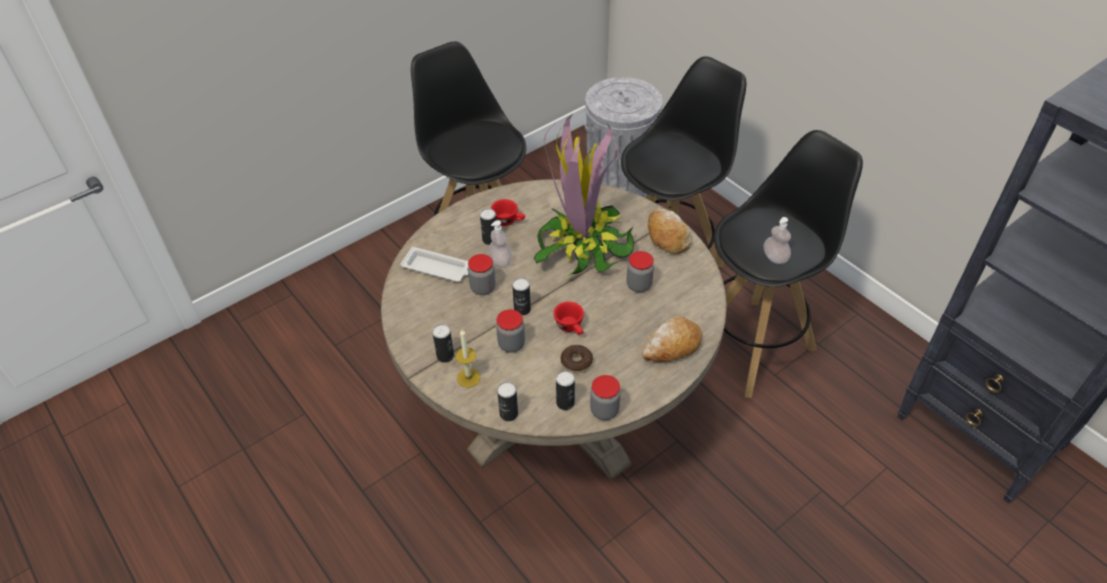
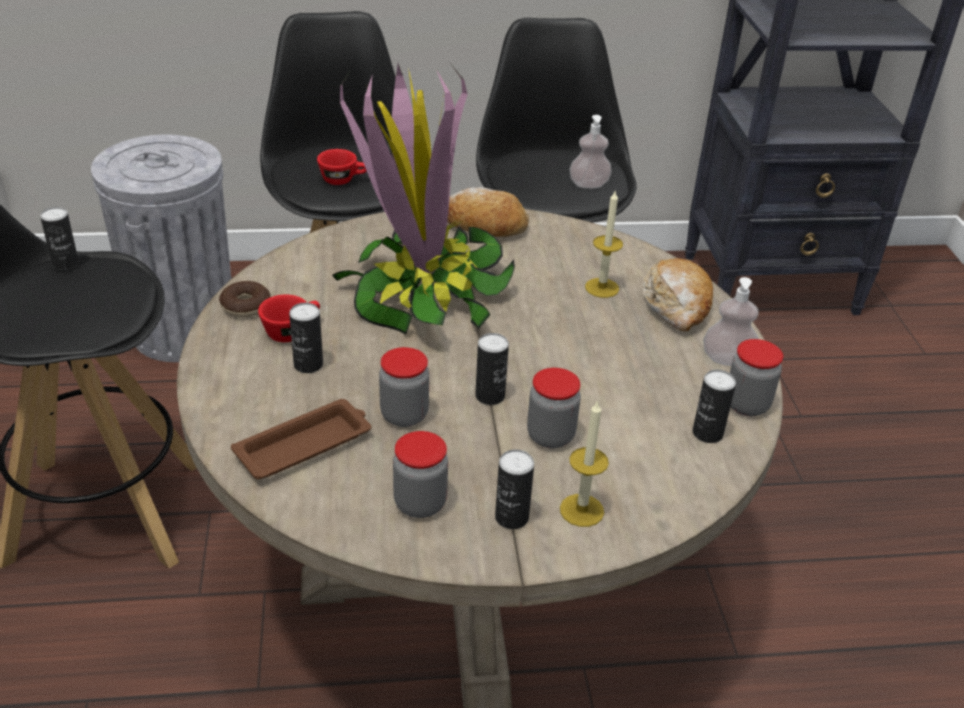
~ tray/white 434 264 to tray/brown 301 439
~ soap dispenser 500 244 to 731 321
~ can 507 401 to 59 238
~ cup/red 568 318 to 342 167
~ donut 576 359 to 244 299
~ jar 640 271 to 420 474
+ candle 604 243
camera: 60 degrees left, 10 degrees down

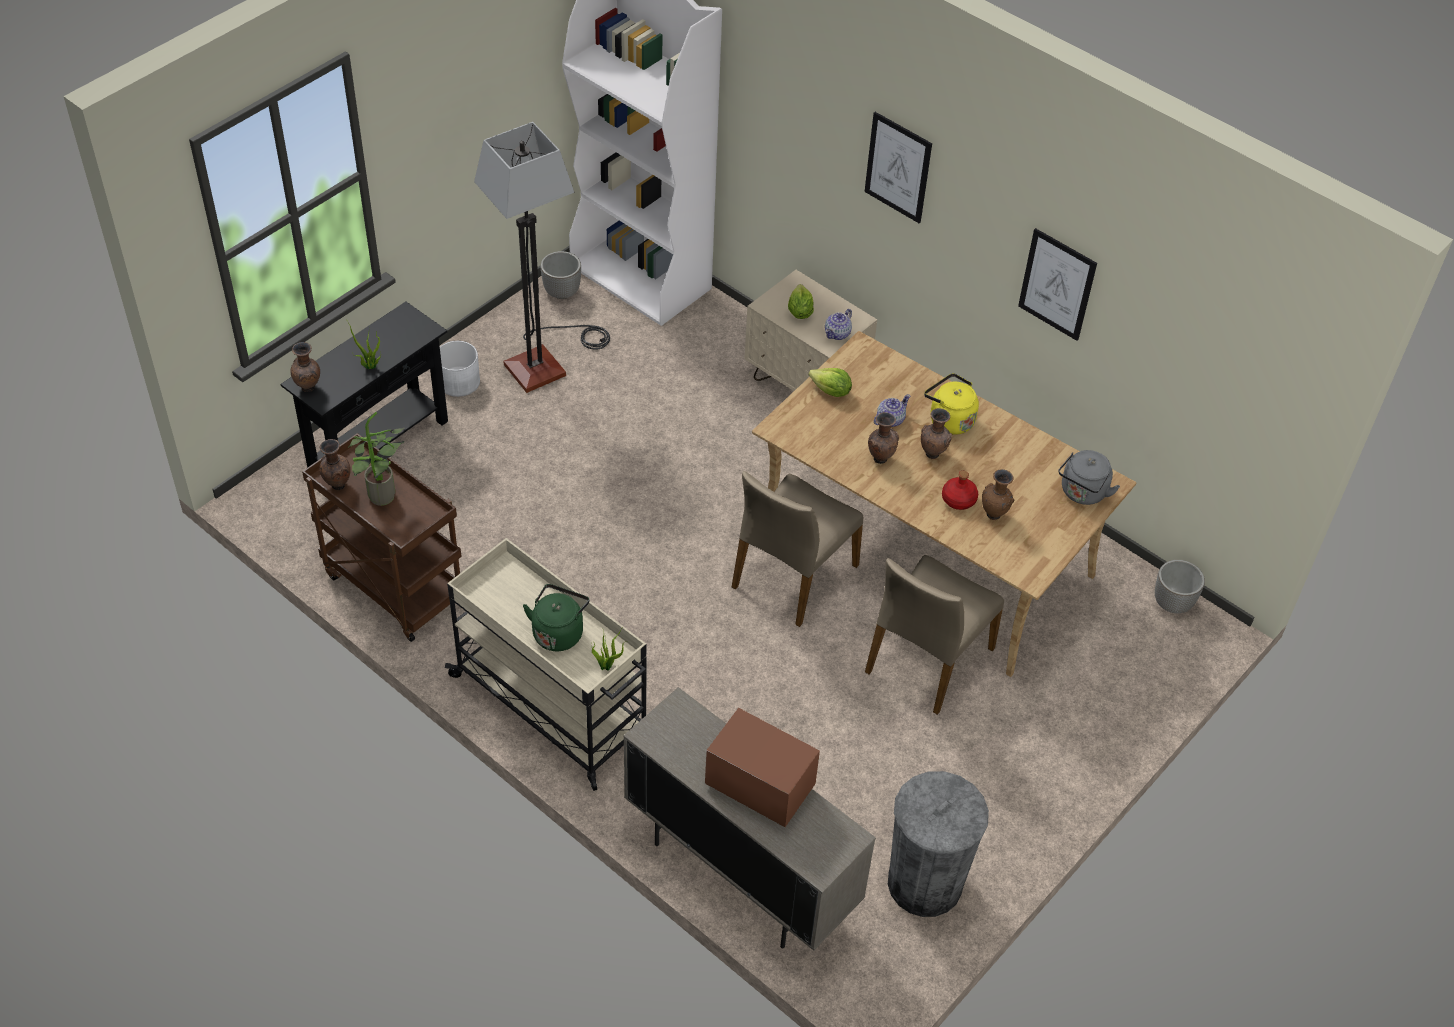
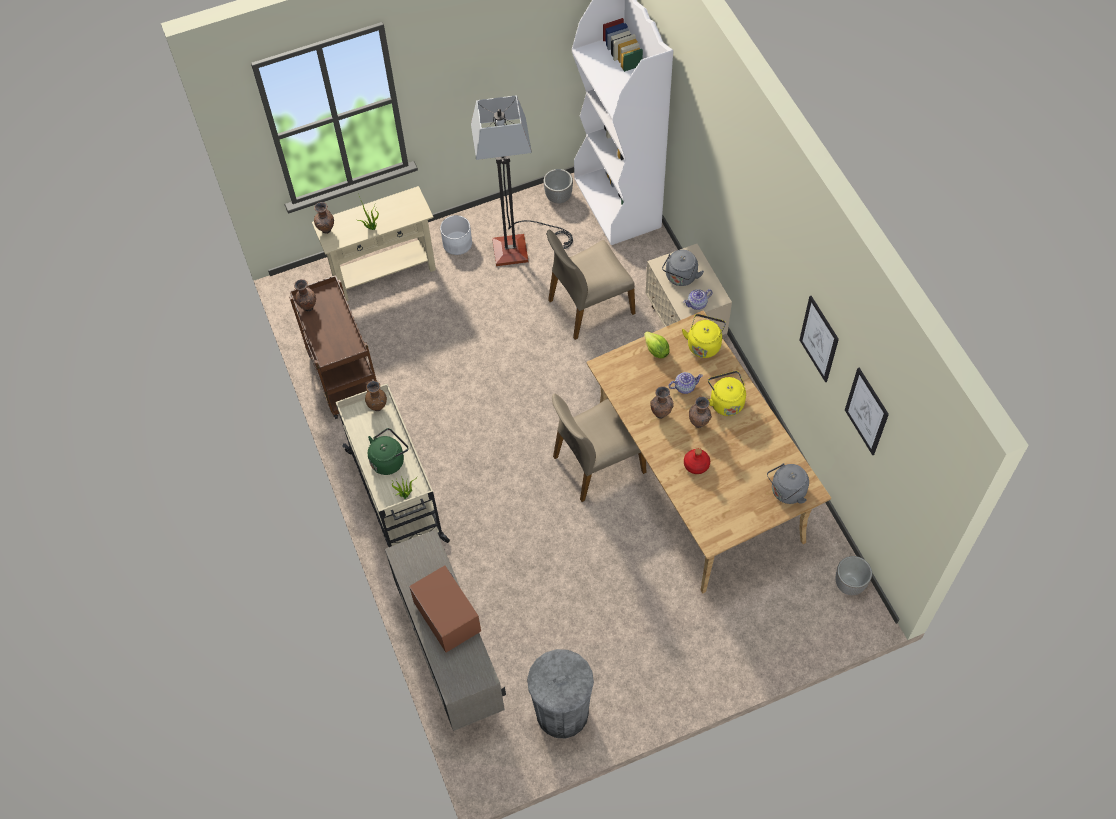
~ console table/black 364 384 to console table/beige 374 243
- potted plant 376 459
~ lettuce 801 301 to kettle/grey 683 268
~ picture 898 167 to 867 411
~ chair/beige 934 635 to 591 285
~ vase/brown 998 494 to 376 396
+ kettle/yellow 704 336
camera: 30 degrees right, 10 degrees up

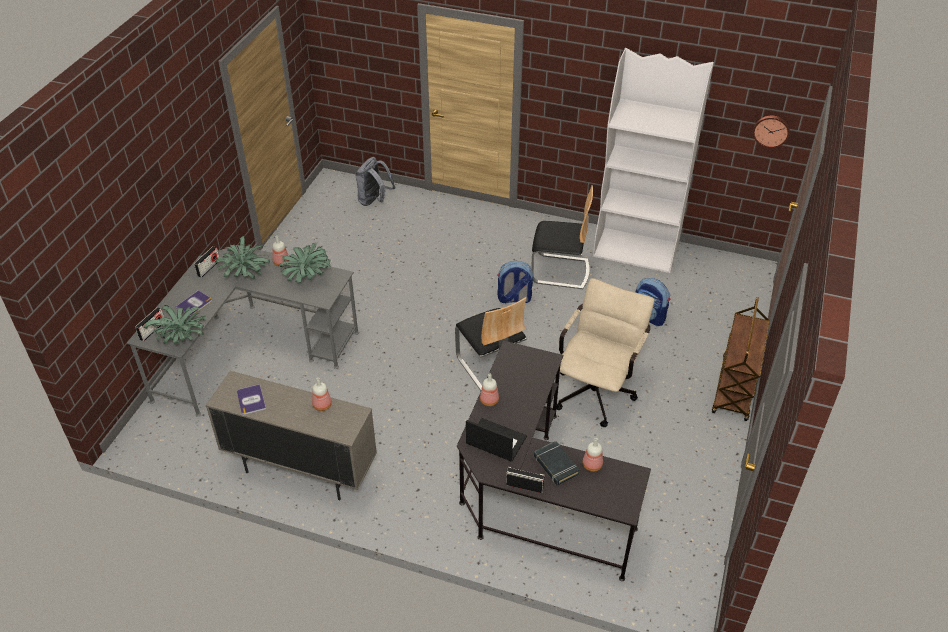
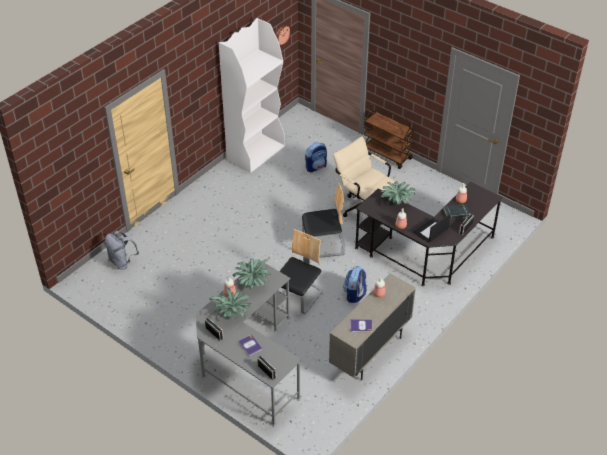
~ potted plant 175 324 to 397 193
~ backpack 515 282 to 354 284
~ chair 562 237 to 301 271
camera: 70 degrees left, 0 degrees up

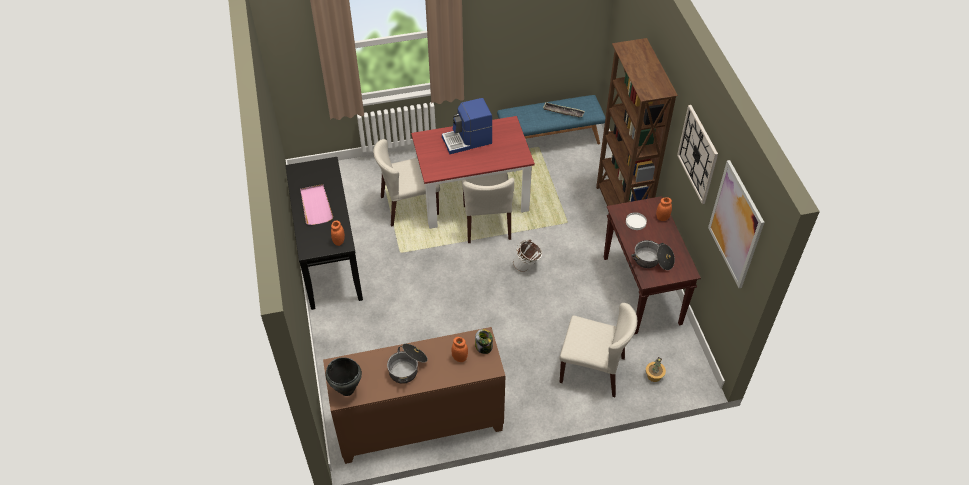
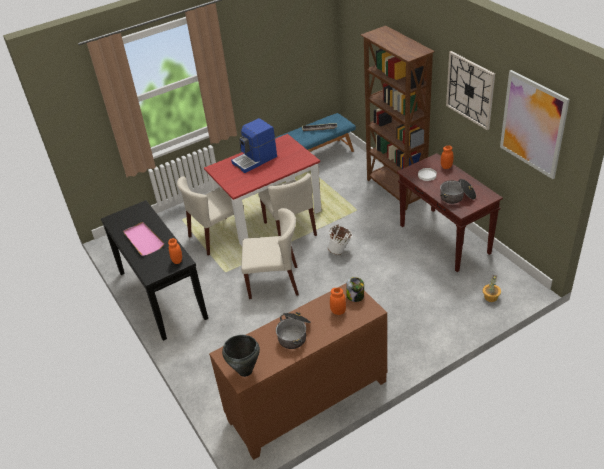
~ chair/beige 598 350 to 270 253
camera: 15 degrees left, 10 degrees down

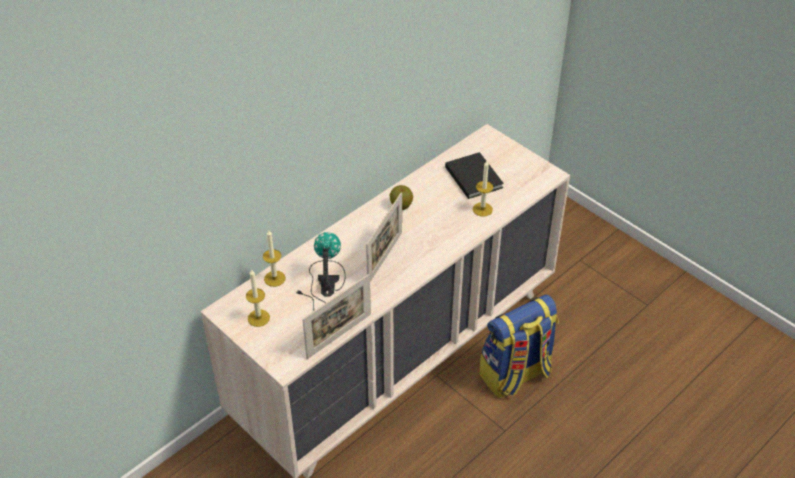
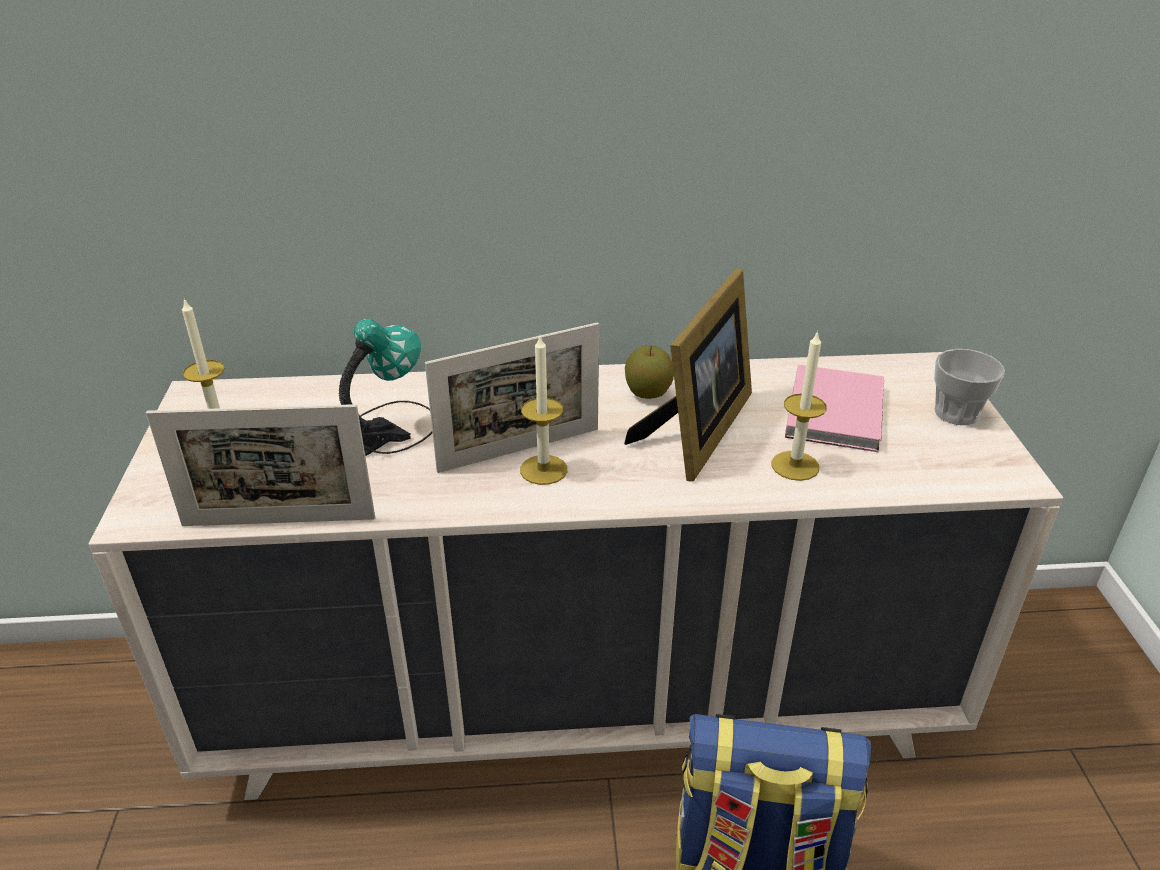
~ candle 274 258 to 543 410
~ book/black 474 175 to book/pink 834 408
+ picture frame 688 375
+ cup 969 387
camera: 40 degrees right, 10 degrees down

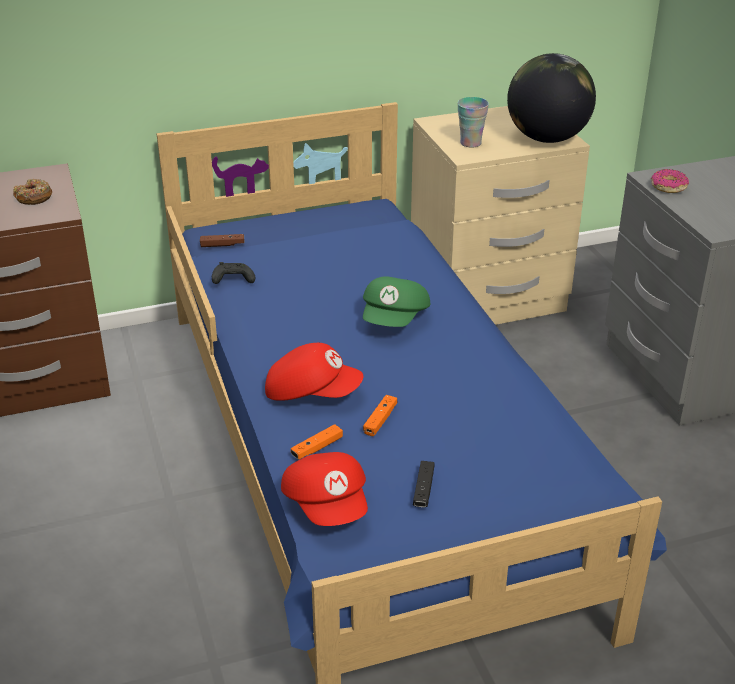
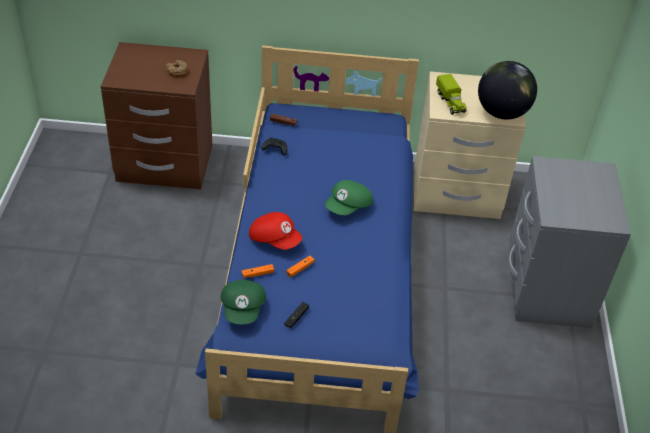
~ cap/red 324 489 to cap/green 243 302
~ cup 473 122 to toy truck 451 94
- donut 670 181
camera: 20 degrees right, 10 degrees up

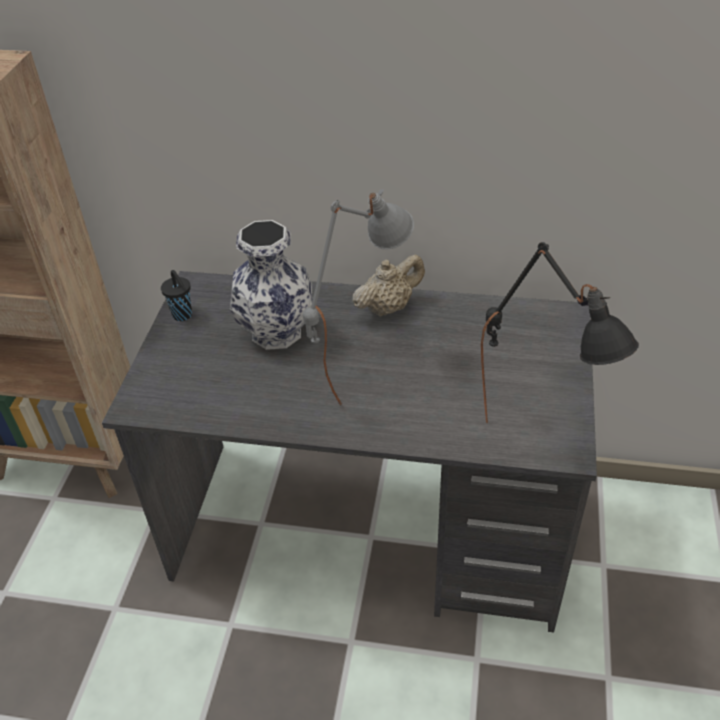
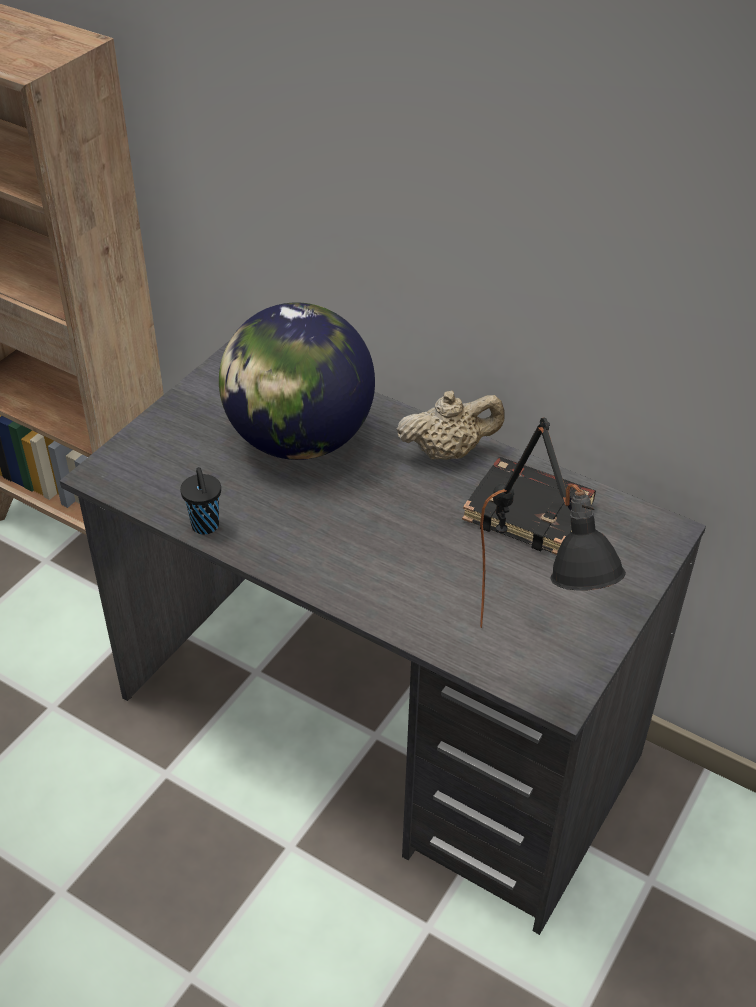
~ cup/black 176 295 to 200 500
~ vase 271 285 to globe 297 381
- table lamp/grey 358 297
+ book/black 529 506
camera: 20 degrees right, 0 degrees up

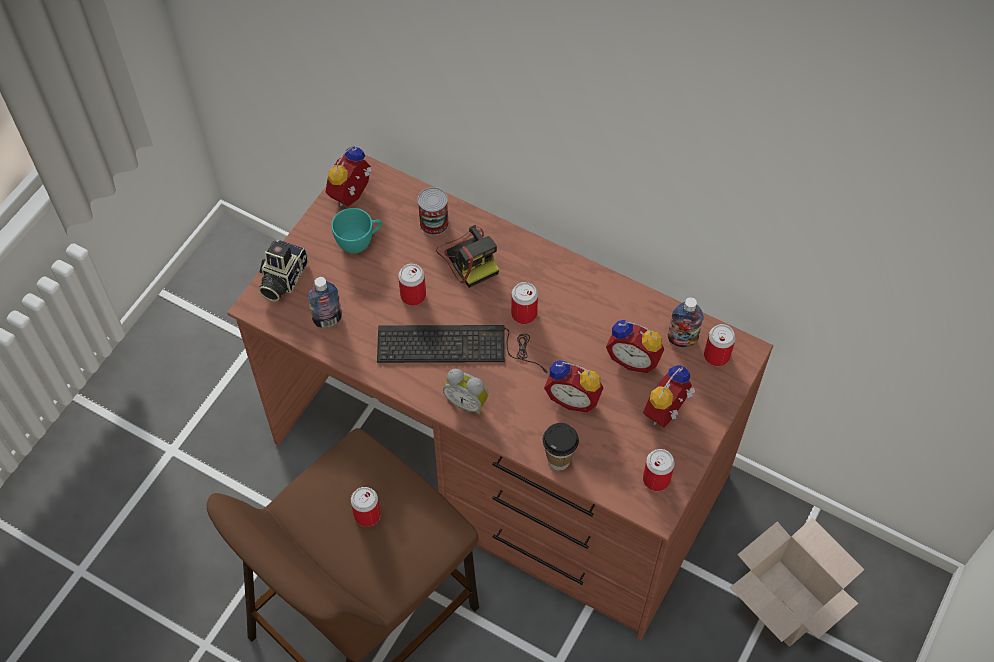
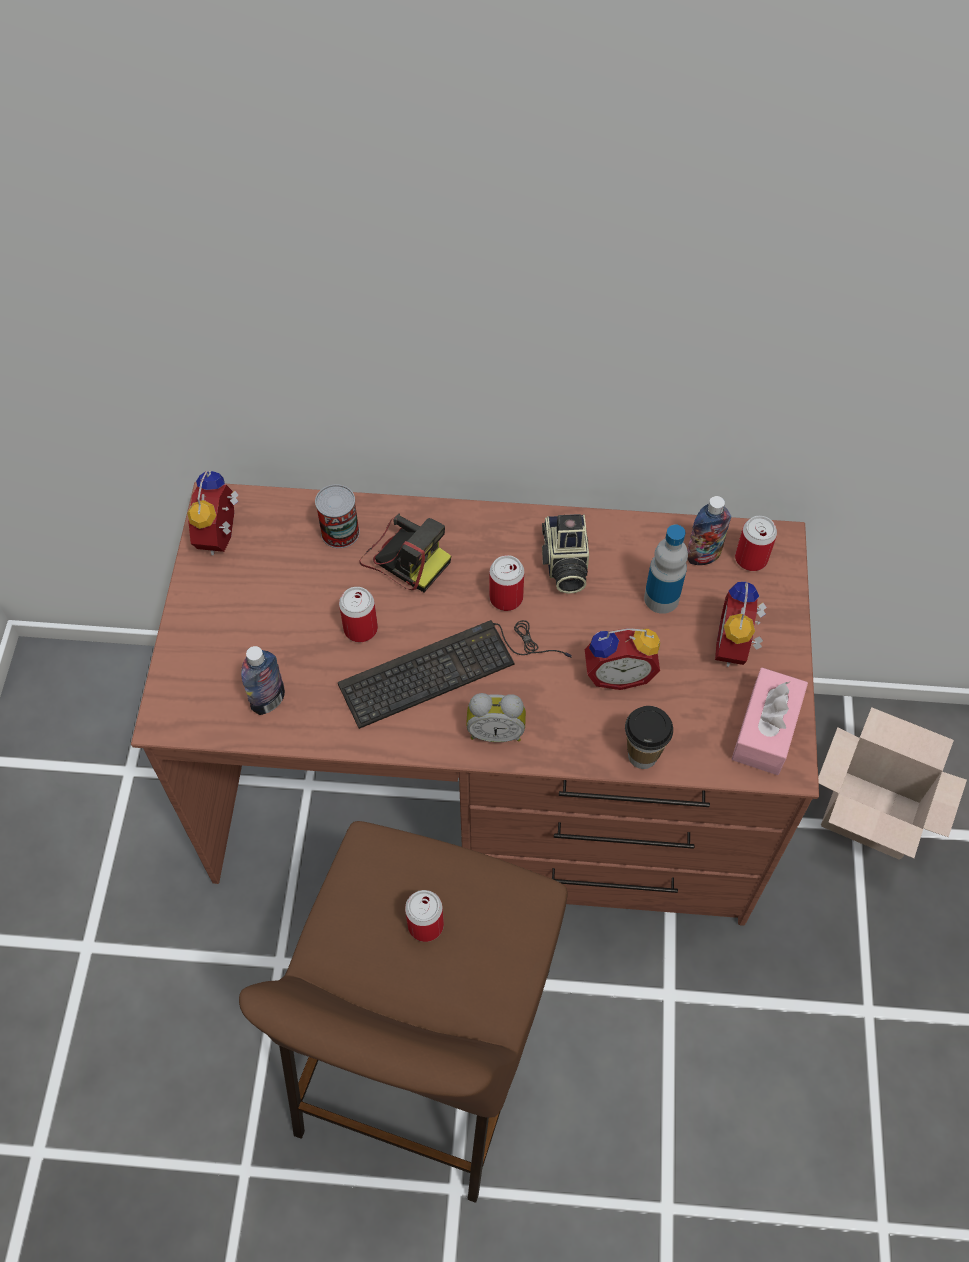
~ photo camera 283 271 to 565 554
- cup/turquoise 356 230
~ alarm clock 635 346 to bottle 666 569
~ can 659 470 to tissue box/pink 770 721
camera: 25 degrees left, 0 degrees up

